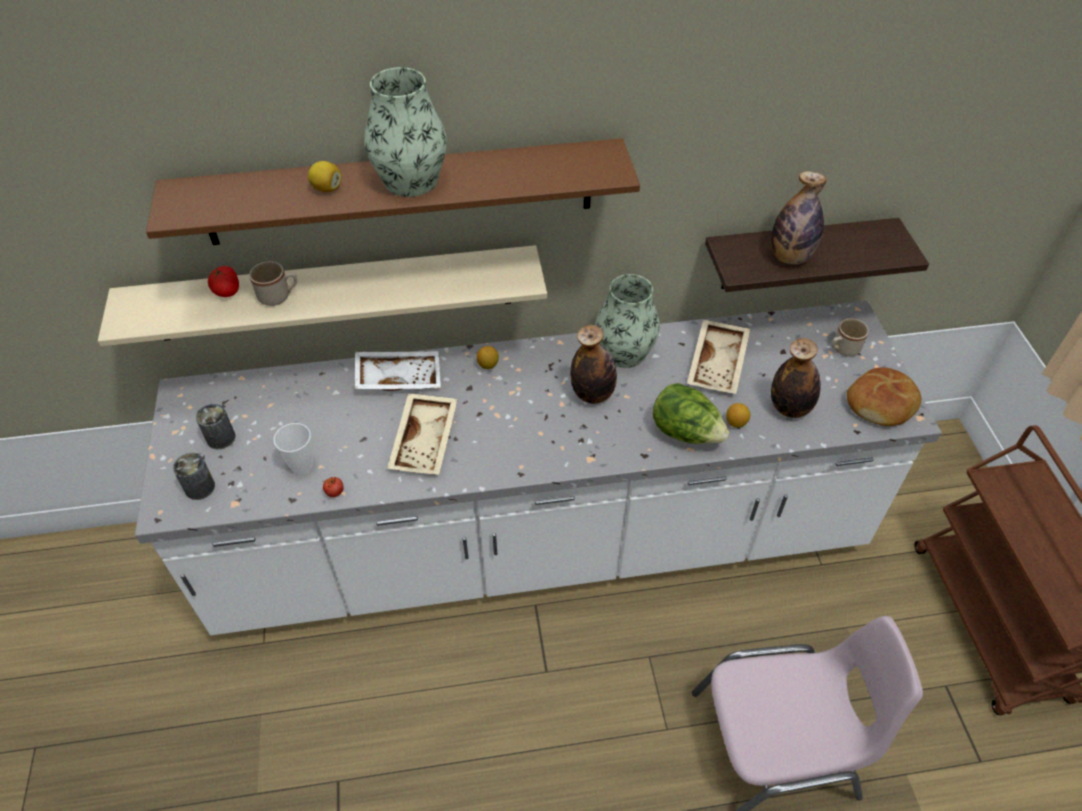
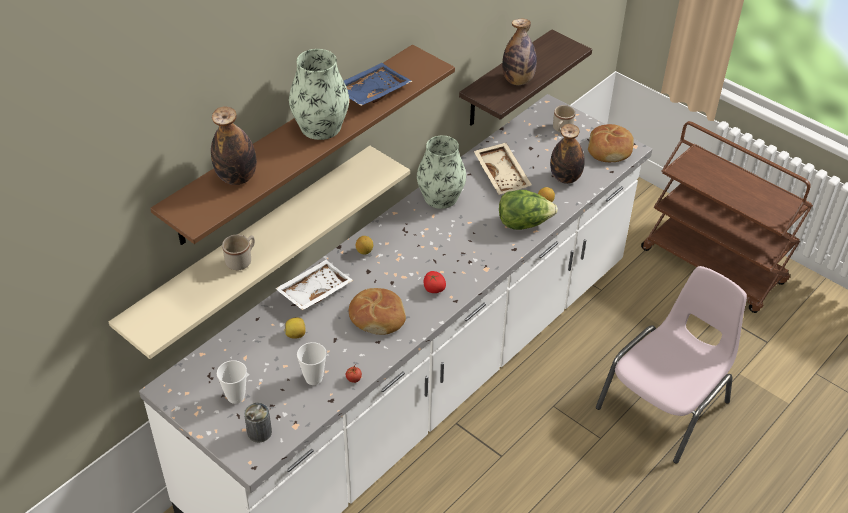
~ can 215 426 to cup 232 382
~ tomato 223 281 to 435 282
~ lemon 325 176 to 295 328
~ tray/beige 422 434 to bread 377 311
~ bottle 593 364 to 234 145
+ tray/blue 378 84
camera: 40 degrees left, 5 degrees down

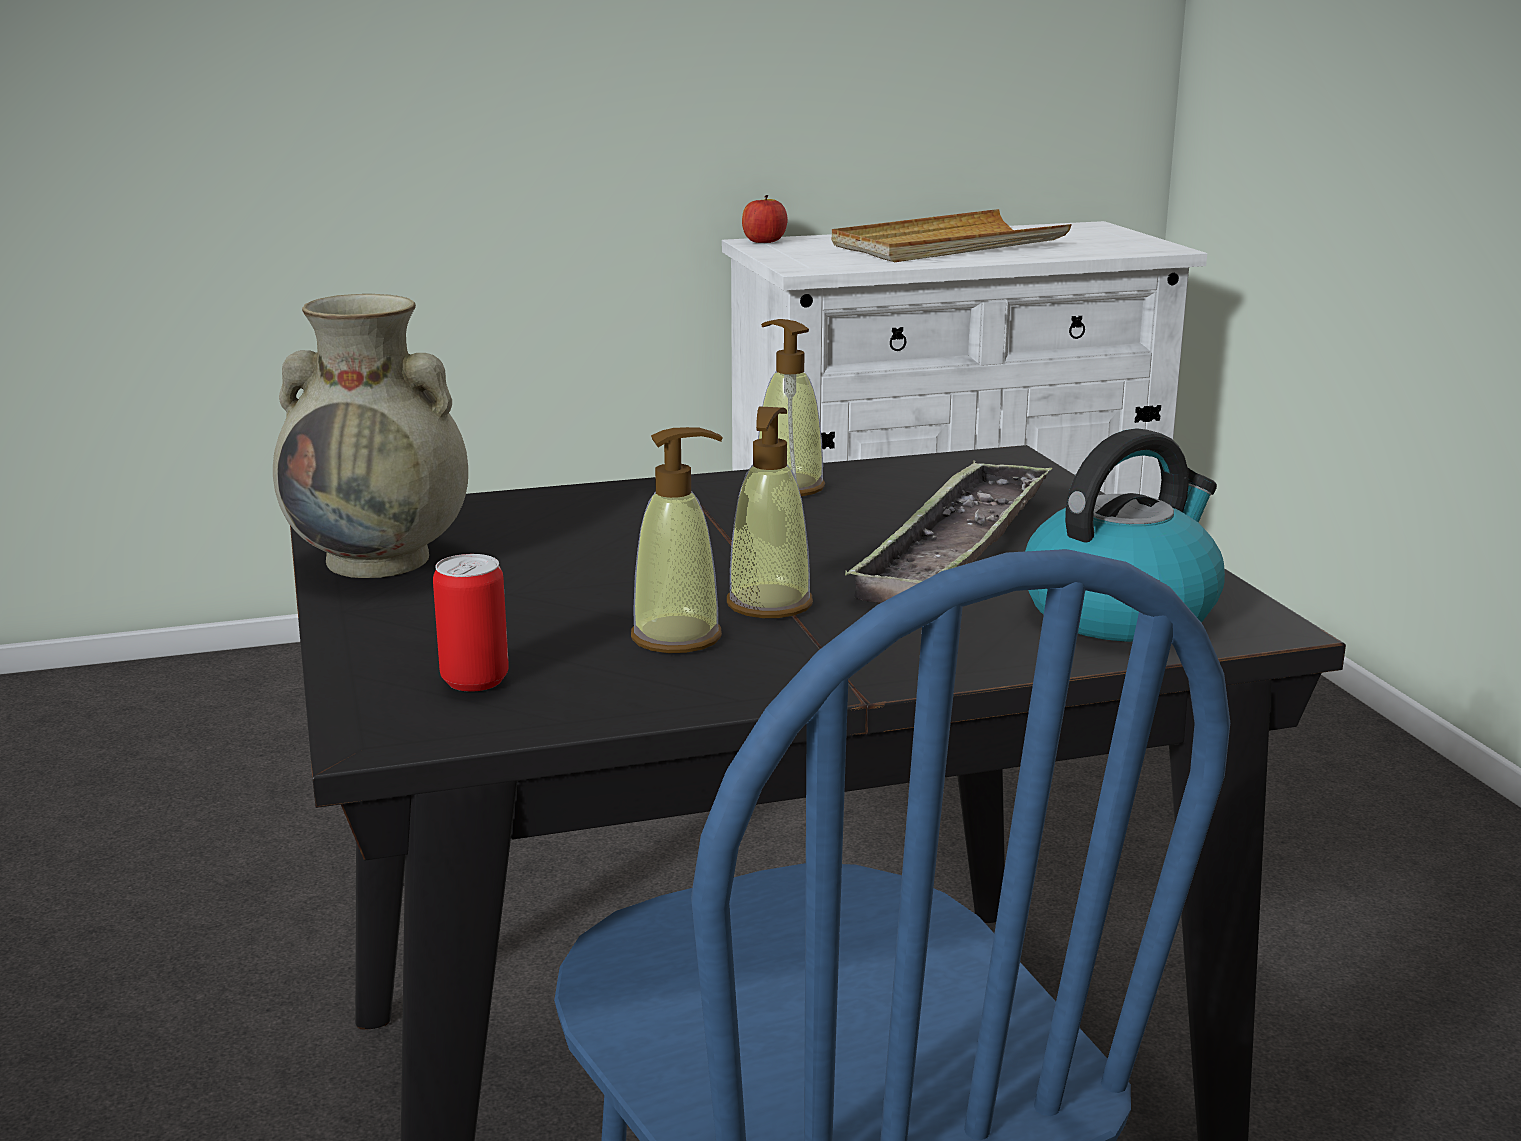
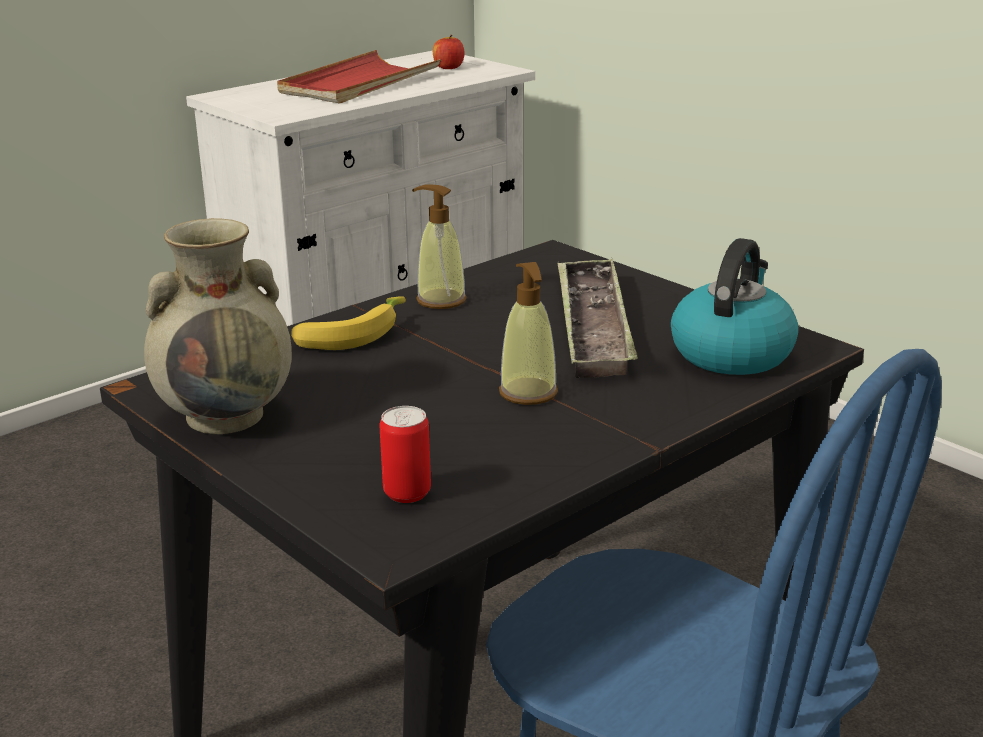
- soap dispenser 677 540
~ apple 765 219 to 449 52
~ tray/beige 952 235 to tray/red 359 76
+ banana 348 323
camera: 25 degrees left, 5 degrees up

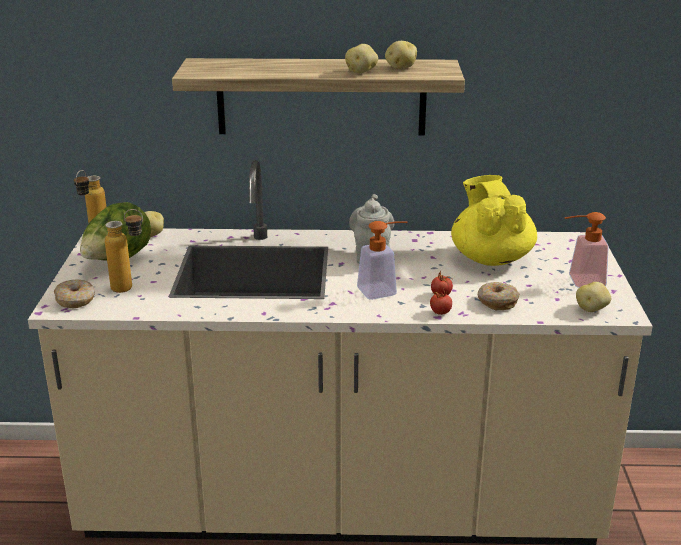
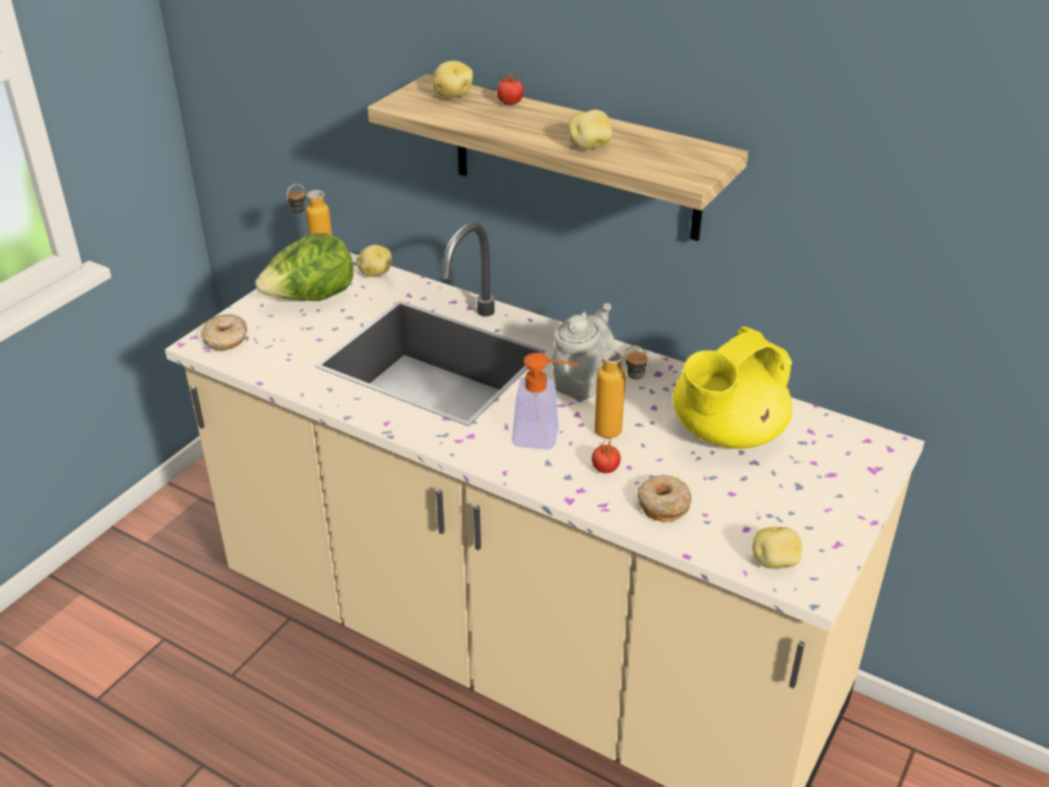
~ bottle 124 251 to 621 391
~ potato 401 55 to 452 79
~ tomato 441 301 to 510 88
~ teapot/yellow 494 220 = 732 388 150 degrees counterclockwise
- soap dispenser 587 250
camera: 30 degrees right, 10 degrees up

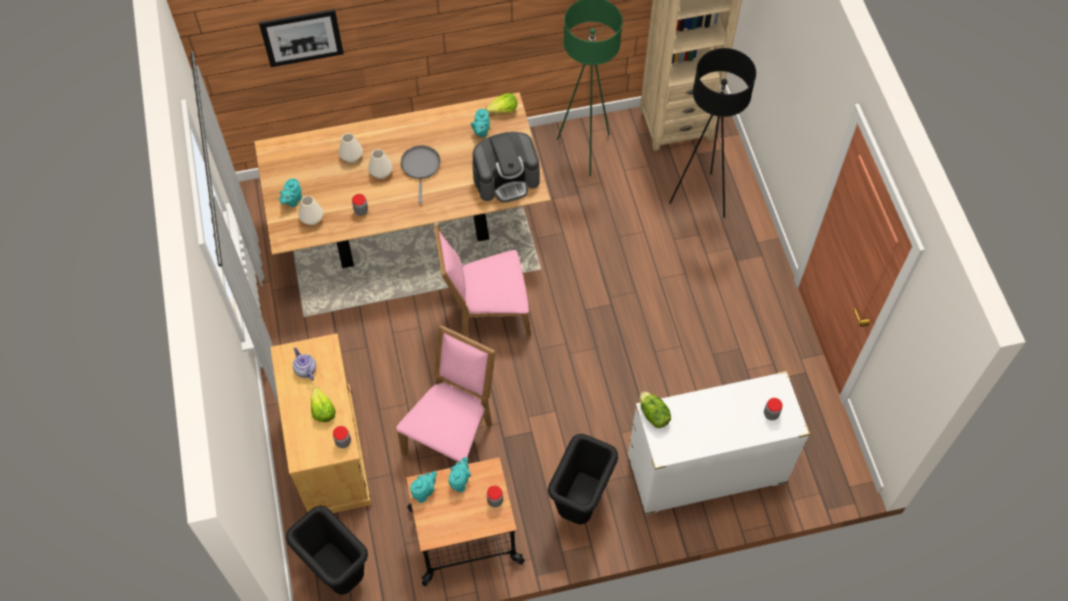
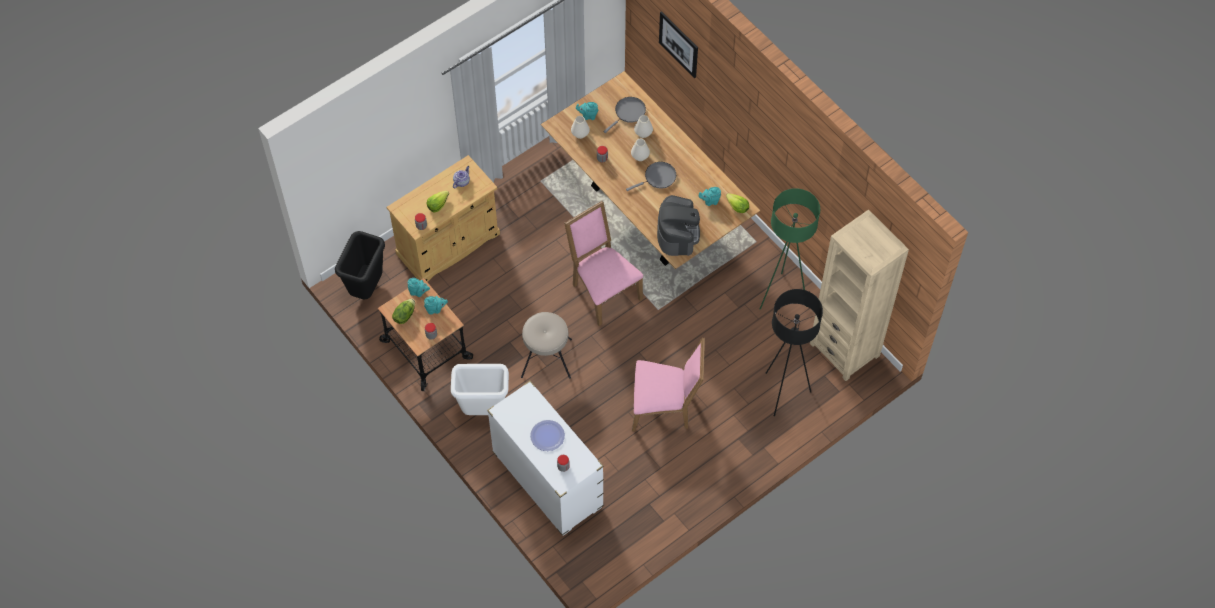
~ chair/pink 445 393 to 668 384
~ coffee machine 506 167 = 678 225 135 degrees counterclockwise
~ trash can/black 583 479 to trash can/white 480 389
~ lettuce 655 409 to 403 311
+ stool/beige 546 345
+ plate 547 435
+ frying pan/grey 624 115
camera: 65 degrees right, 0 degrees up

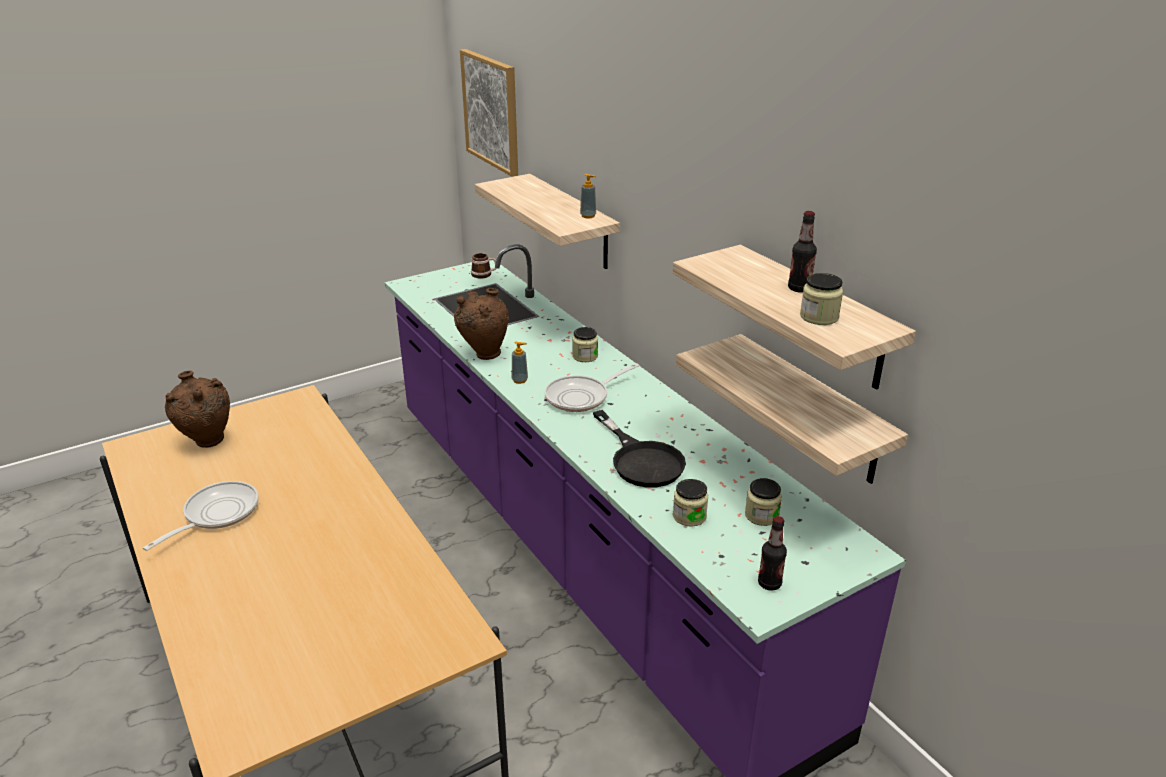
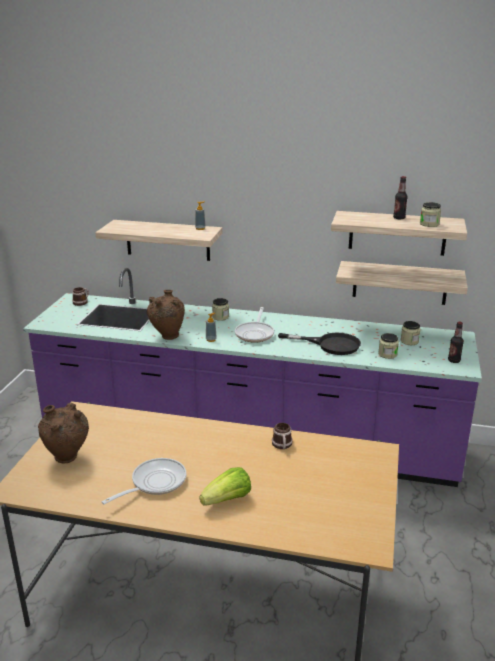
~ frying pan 201 516 = 144 481 60 degrees clockwise
- picture 489 113
+ lettuce 225 486
+ mug 282 436
camera: 45 degrees left, 5 degrees down

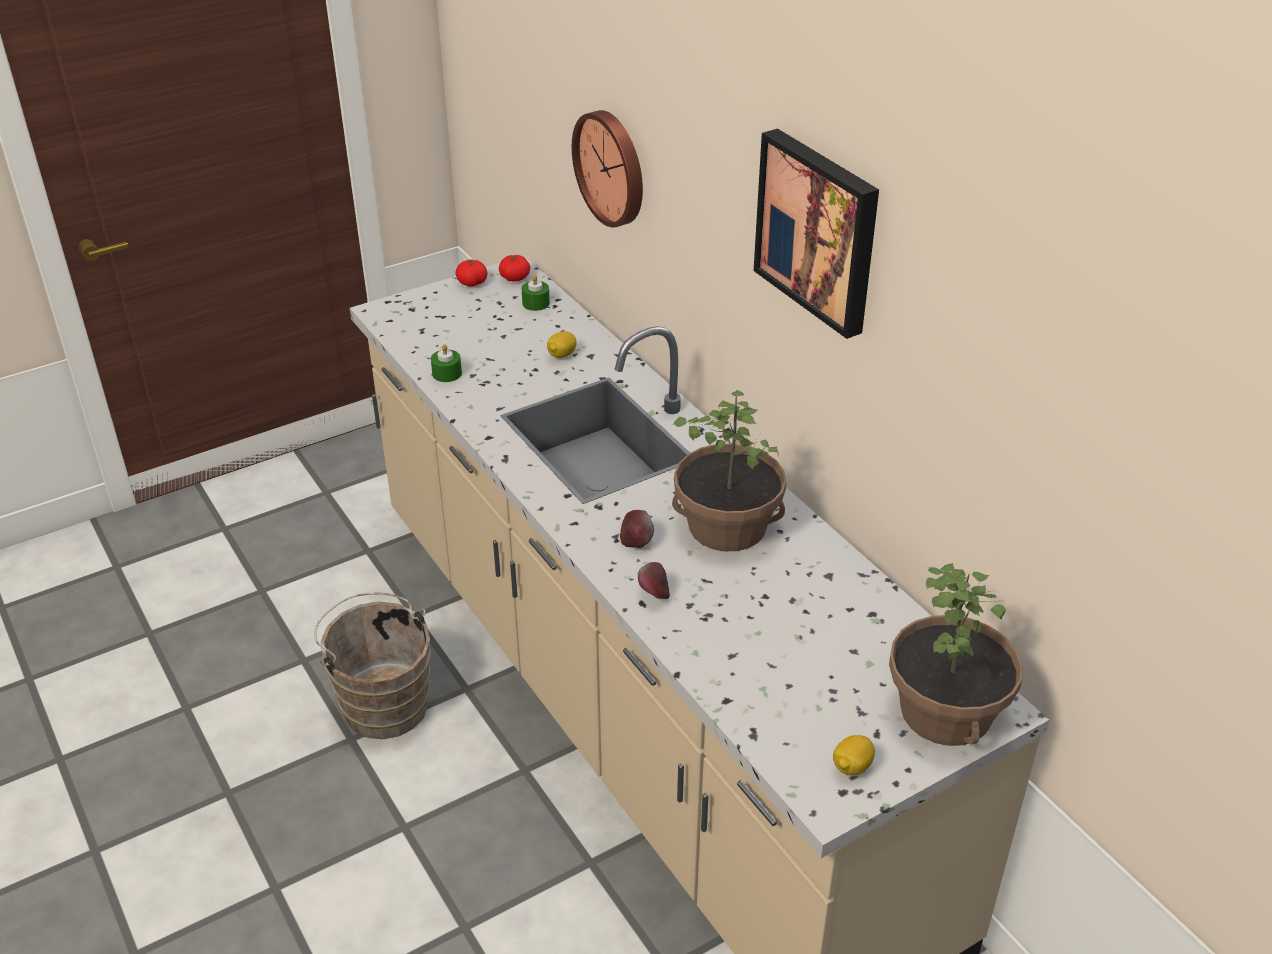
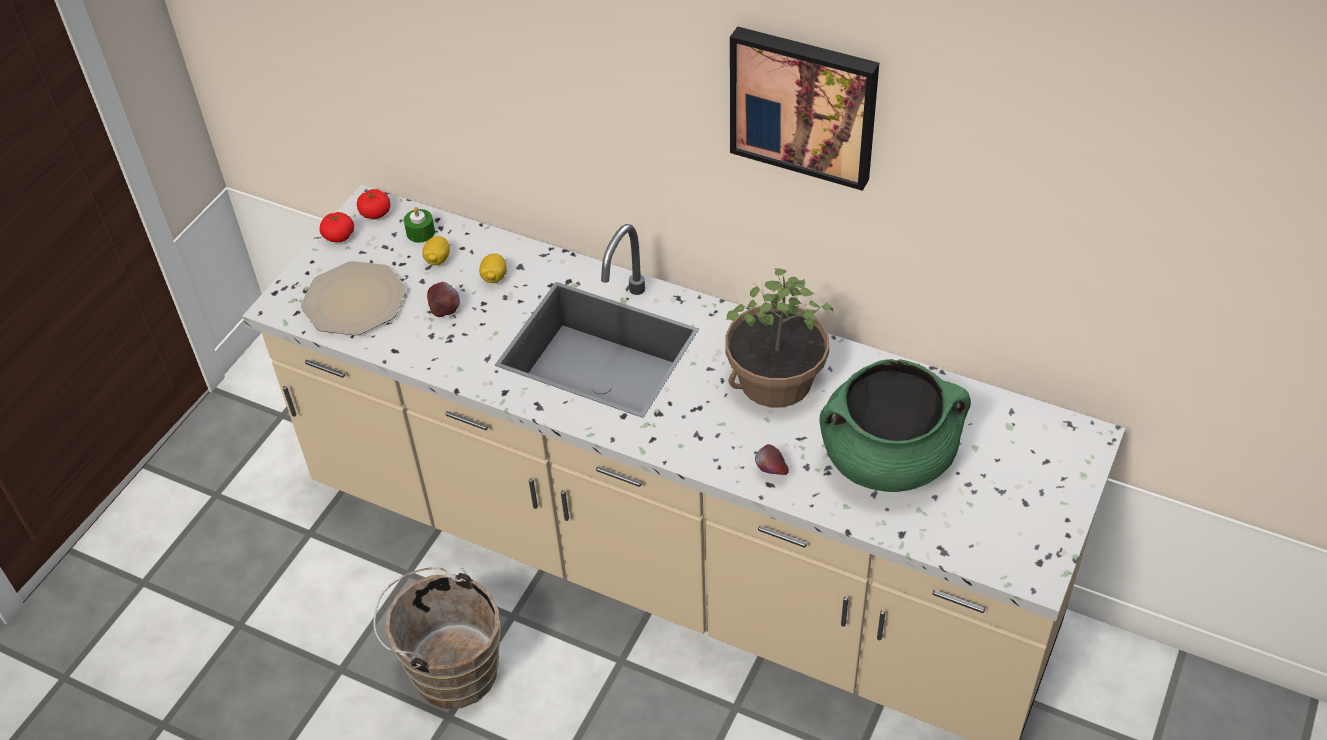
- candle/green 446 363
- wall clock 607 169
~ apple 637 529 to 443 299
~ lemon 854 755 to 436 250
- potted plant 956 654
+ plate 354 298
+ cooking pot/green 895 425
camera: 30 degrees left, 10 degrees up

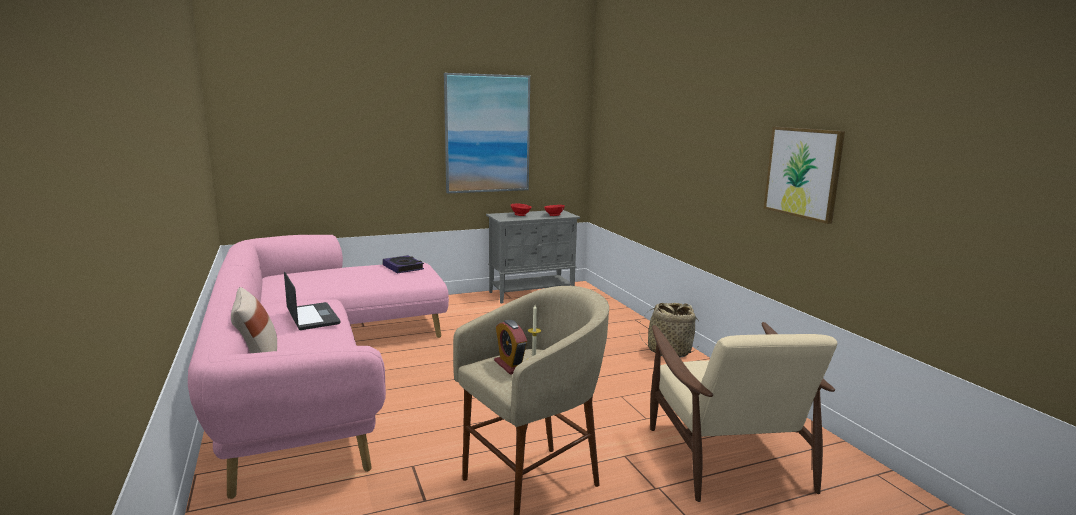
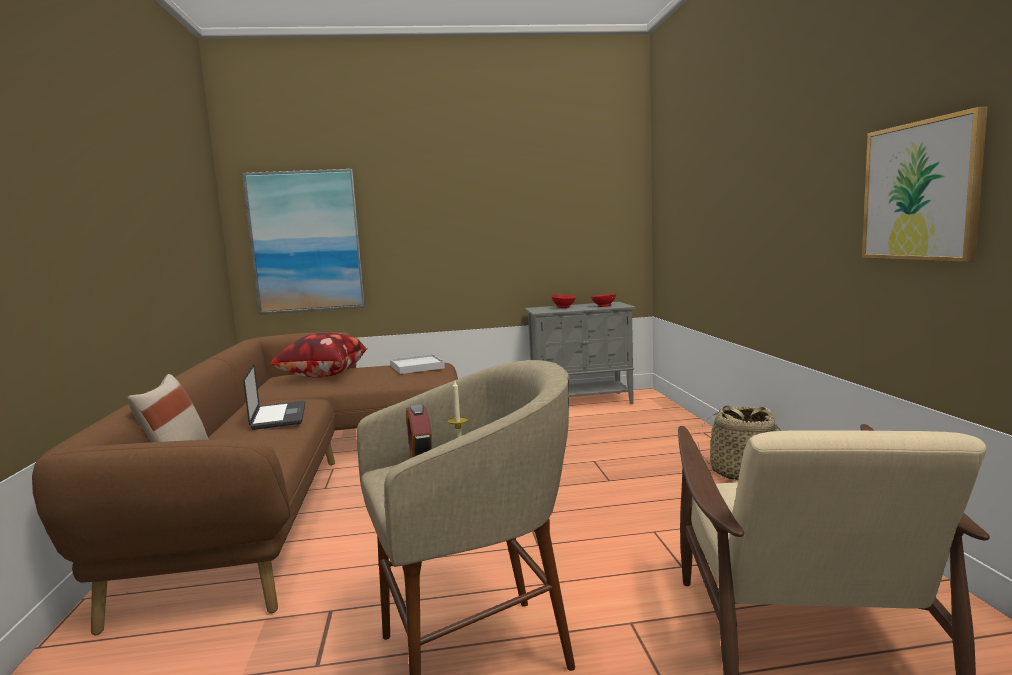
~ sofa/pink 318 367 to sofa/brown 245 483
~ book 403 264 to tray/white 417 364
~ picture 487 133 to 303 242
+ pillow 318 355
camera: 15 degrees right, 5 degrees down

